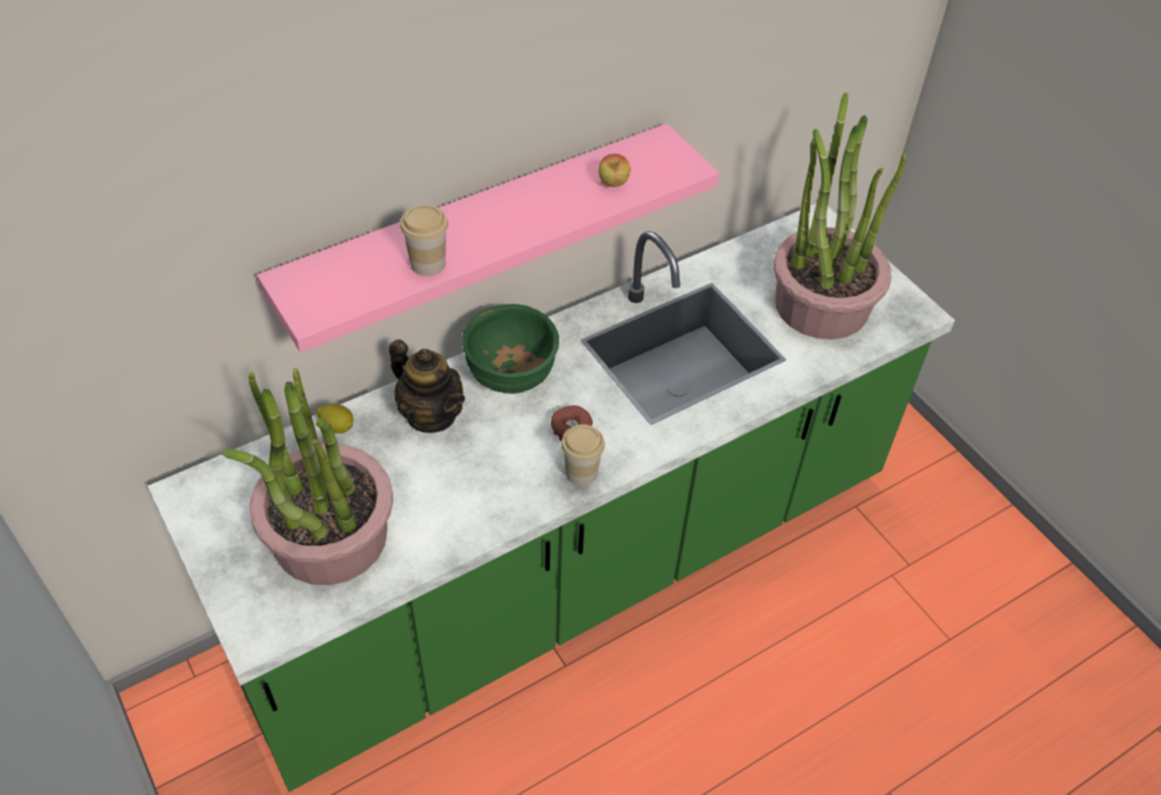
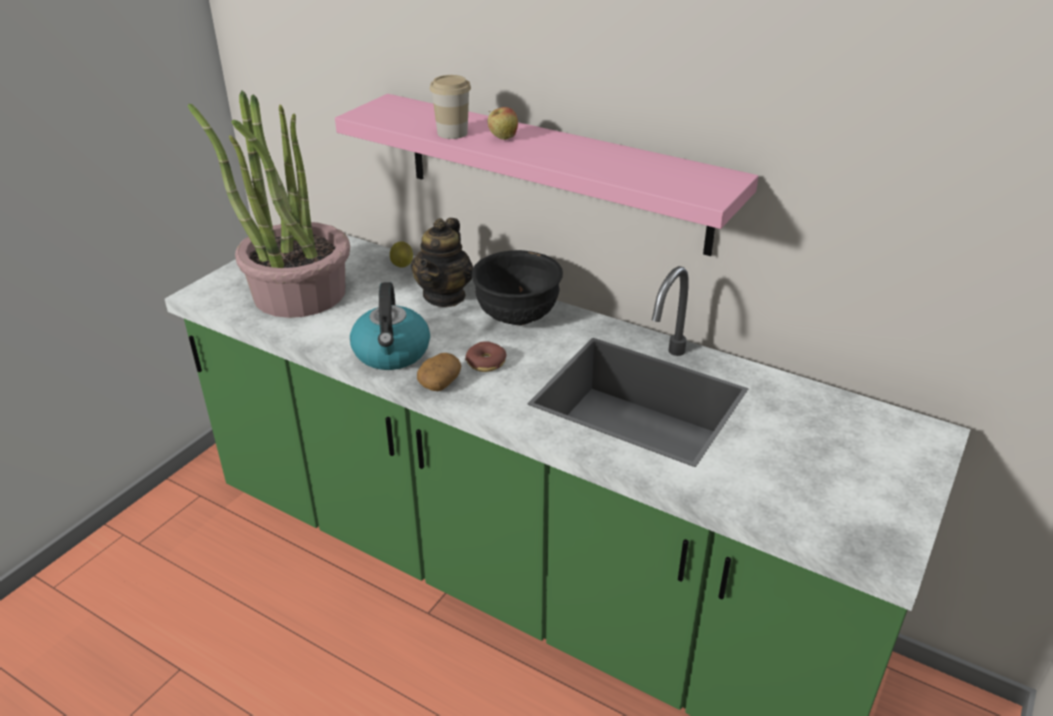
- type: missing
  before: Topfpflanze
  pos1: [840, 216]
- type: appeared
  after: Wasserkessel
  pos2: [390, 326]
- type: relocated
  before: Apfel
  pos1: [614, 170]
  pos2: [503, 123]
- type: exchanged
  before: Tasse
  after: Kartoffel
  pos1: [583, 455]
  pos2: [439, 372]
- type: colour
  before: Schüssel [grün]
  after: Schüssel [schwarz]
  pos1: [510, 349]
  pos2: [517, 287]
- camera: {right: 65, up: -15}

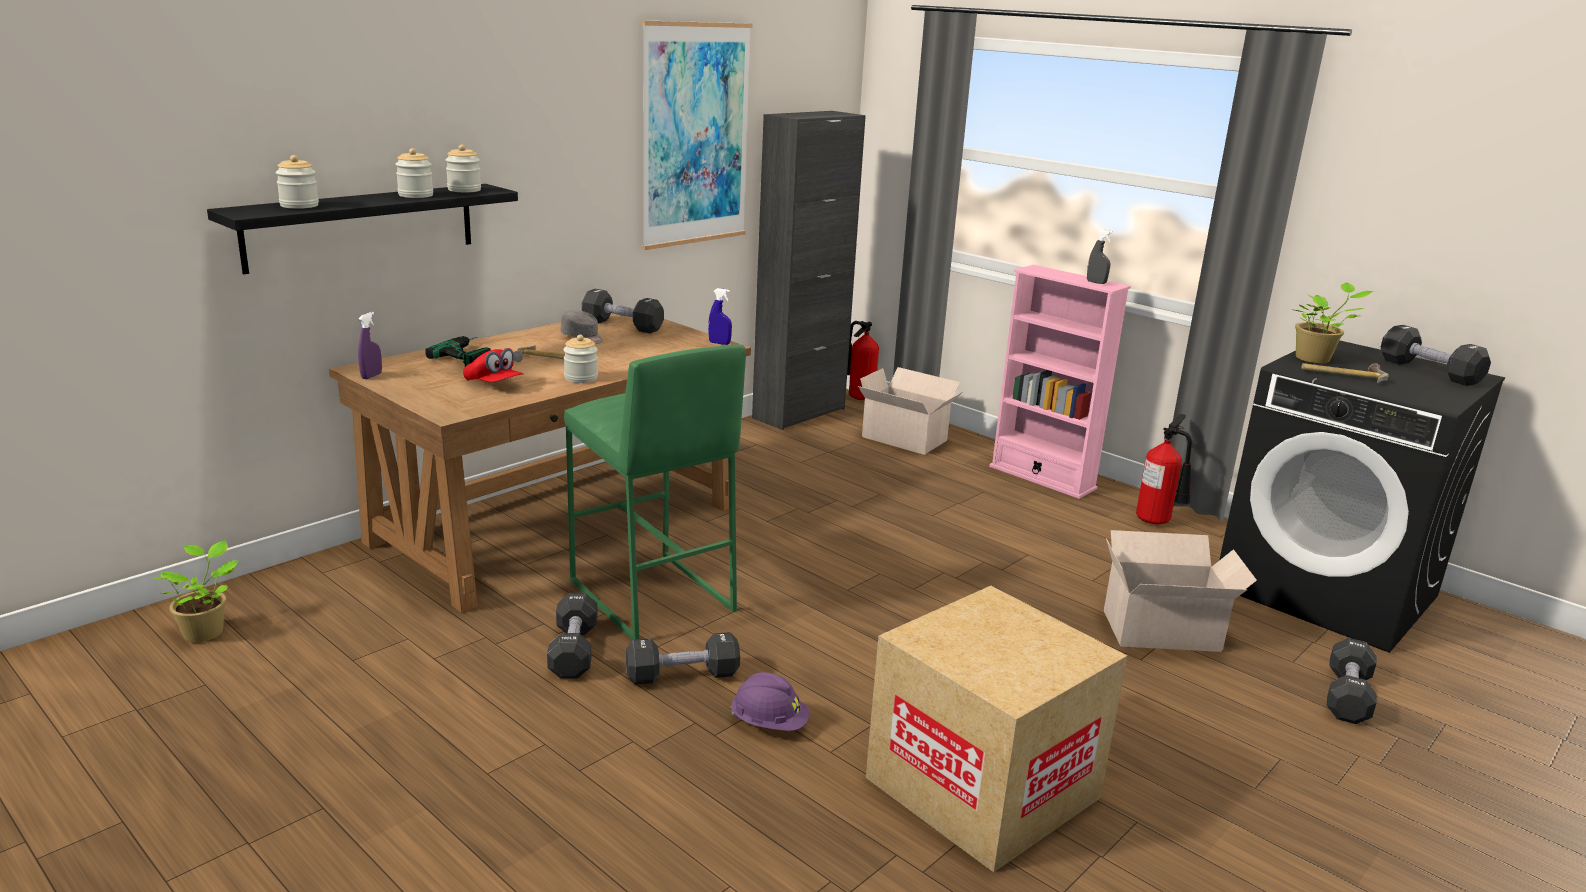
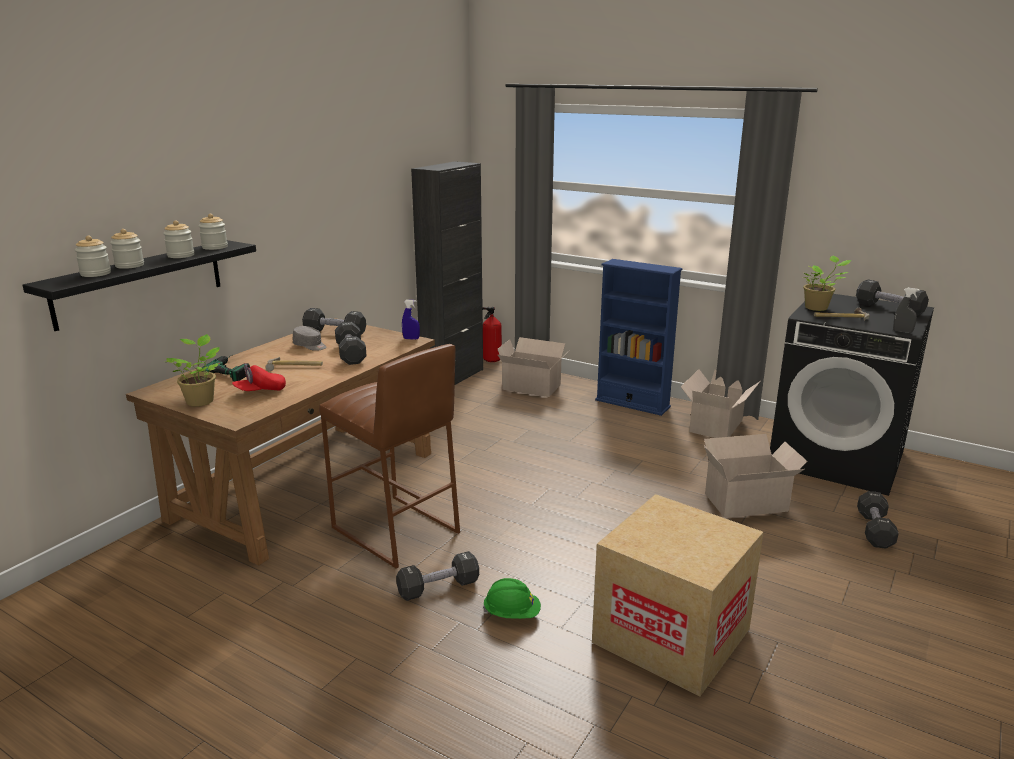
- type: missing
  before: Sprühflasche [lila]
  pos1: [370, 345]
- type: missing
  before: Bild
  pos1: [696, 135]
- type: relocated
  before: Topfpflanze
  pos1: [196, 591]
  pos2: [193, 370]
- type: relocated
  before: Hantel [schwarz]
  pos1: [572, 636]
  pos2: [350, 343]
- type: relocated
  before: Vorratsglas
  pos1: [580, 359]
  pos2: [127, 249]
- type: relocated
  before: Sprühflasche [grau]
  pos1: [1100, 256]
  pos2: [906, 310]
- type: exchanged
  before: Feuerlöscher
  after: Karton
  pos1: [1164, 469]
  pos2: [720, 403]
- type: colour
  before: Hocker [grün]
  after: Hocker [braun]
  pos1: [655, 492]
  pos2: [389, 456]
- type: colour
  before: Schutzhelm [lila]
  after: Schutzhelm [grün]
  pos1: [770, 701]
  pos2: [512, 598]
- type: colour
  before: Bücherregal [rosa]
  after: Bücherregal [blau]
  pos1: [1060, 382]
  pos2: [639, 337]
- type: spun
  before: Kappe [rot]
  pos1: [493, 365]
  pos2: [259, 377]
  turn: 120
- camera: {right: -10, up: 0}

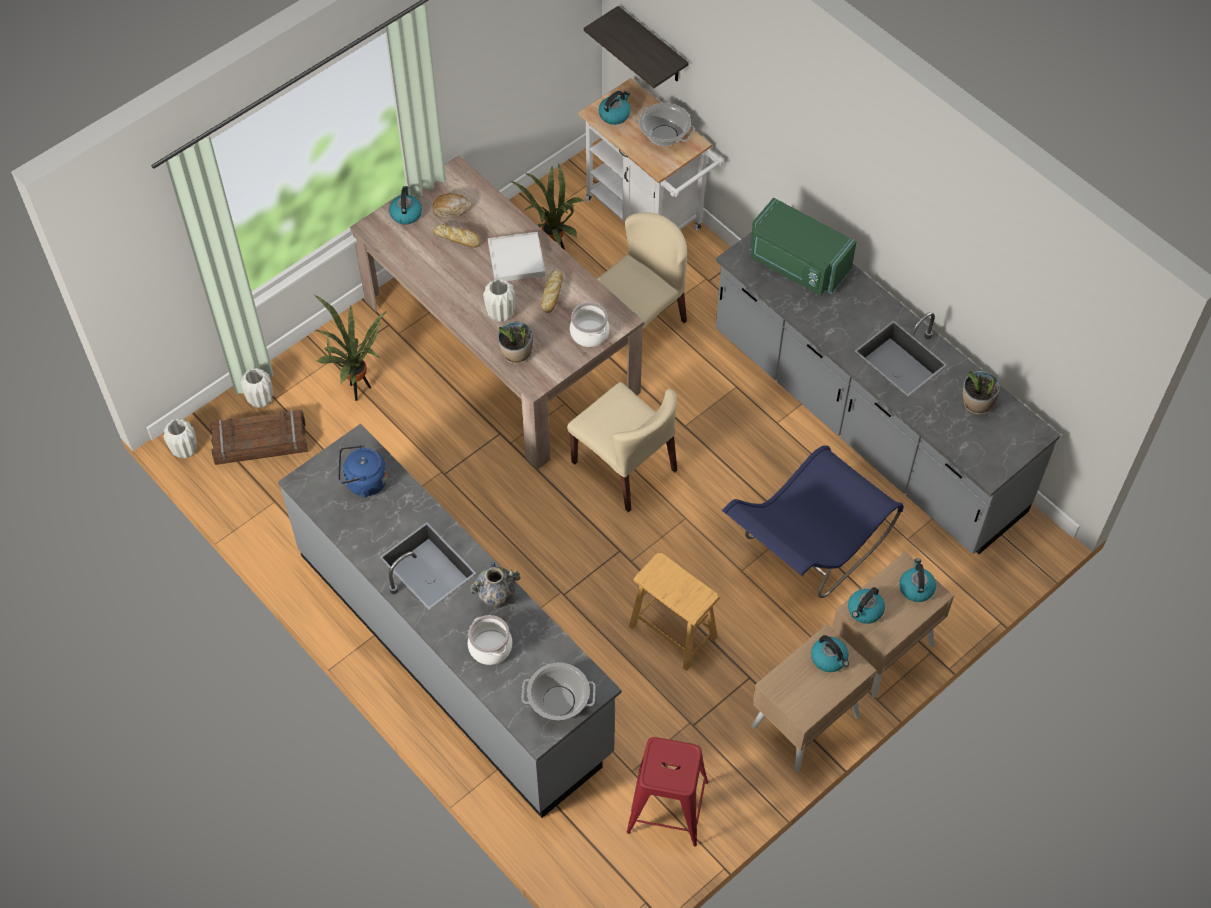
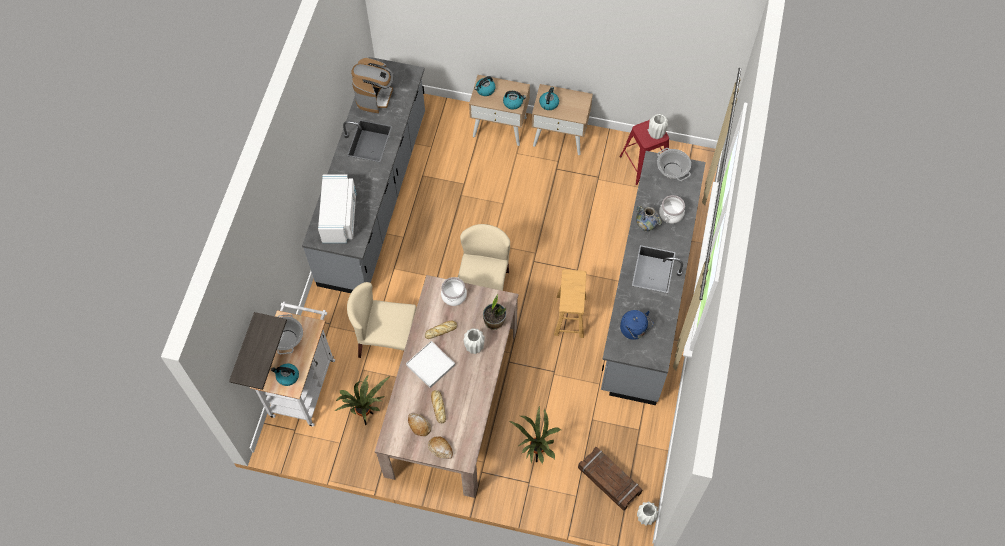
- type: missing
  before: Stuhl [blau]
  pos1: [813, 521]
- type: relocated
  before: Vase [weiß]
  pos1: [256, 388]
  pos2: [658, 126]
- type: relocated
  before: Hocker [braun]
  pos1: [674, 611]
  pos2: [570, 303]
- type: exchanged
  before: Wasserkessel
  after: Brot
  pos1: [405, 205]
  pos2: [440, 447]
- type: exchanged
  before: Topfpflanze
  after: Kaffeemaschine
  pos1: [981, 392]
  pos2: [372, 85]
- type: colour
  before: Mikrowelle [grün]
  after: Mikrowelle [weiß]
  pos1: [803, 246]
  pos2: [337, 209]
- camera: {right: -125, up: 5}

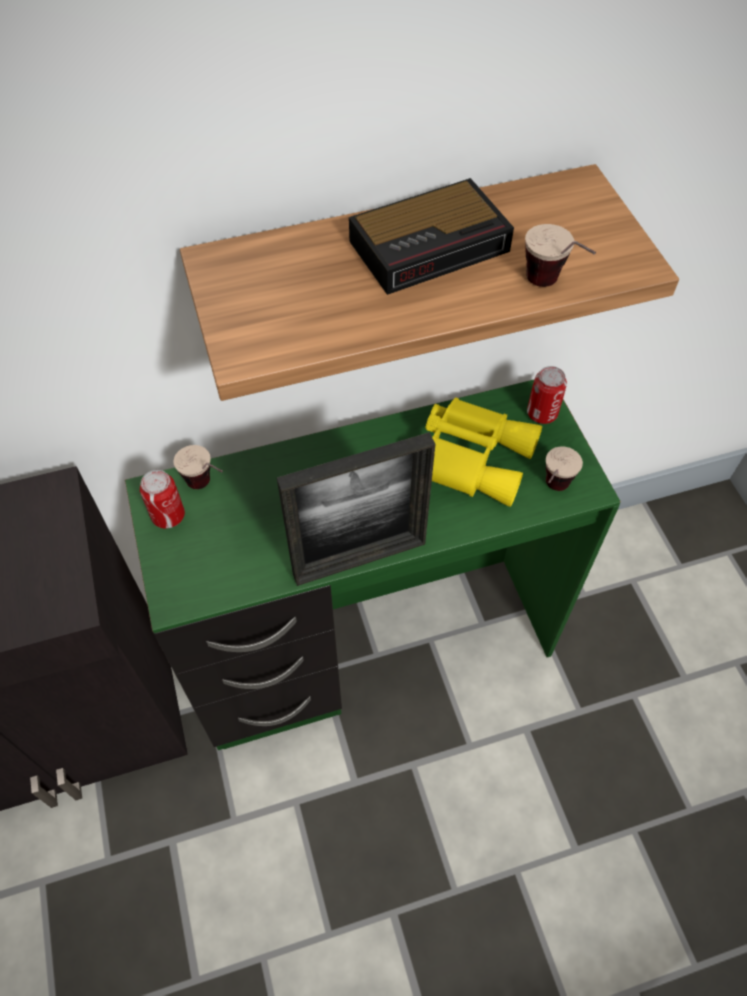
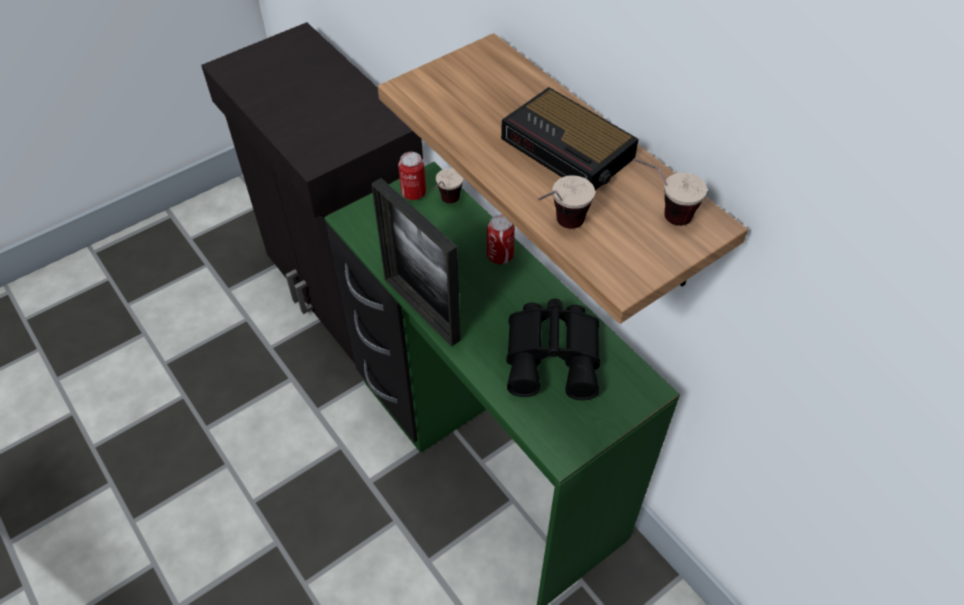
- type: relocated
  before: Dose
  pos1: [547, 395]
  pos2: [501, 239]
- type: relocated
  before: Tasse
  pos1: [564, 468]
  pos2: [670, 192]
- type: colour
  before: Fernglas [gelb]
  after: Fernglas [schwarz]
  pos1: [484, 452]
  pos2: [553, 349]
- camera: {right: 70, up: -5}

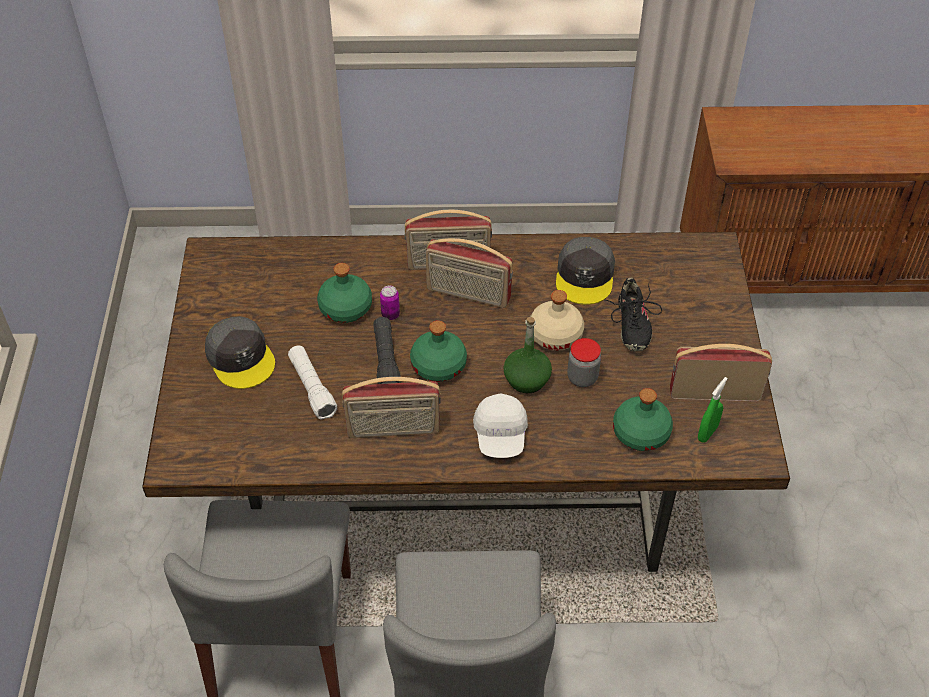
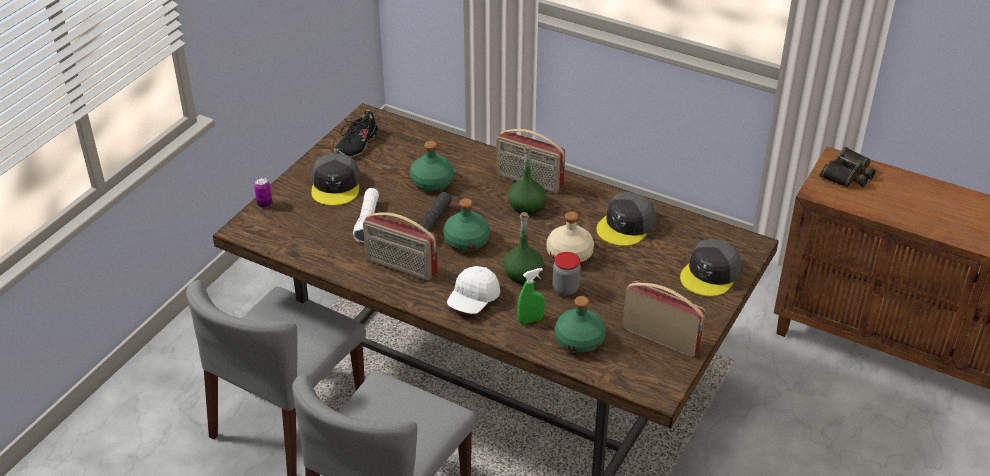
- type: appeared
  after: Kappe [grau]
  pos2: [711, 268]
- type: appeared
  after: Fernglas
  pos2: [848, 167]
- type: relocated
  before: Dose
  pos1: [390, 303]
  pos2: [263, 192]
- type: relocated
  before: Schuh [schwarz]
  pos1: [633, 314]
  pos2: [356, 133]
- type: relocated
  before: Sprühflasche [grün]
  pos1: [713, 410]
  pos2: [531, 296]
- type: exchanged
  before: Radio
  after: Flasche [grün]
  pos1: [469, 273]
  pos2: [527, 179]
- camera: {right: 30, up: -10}

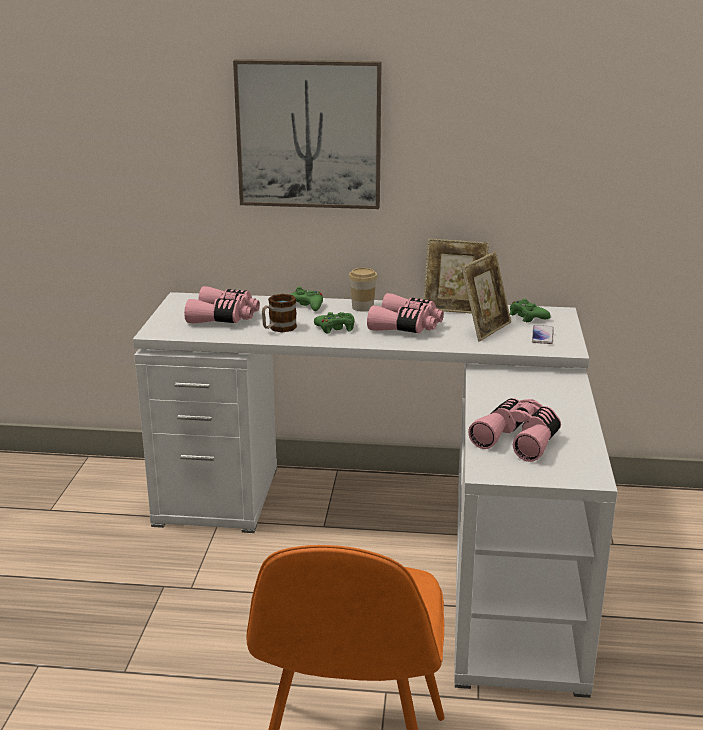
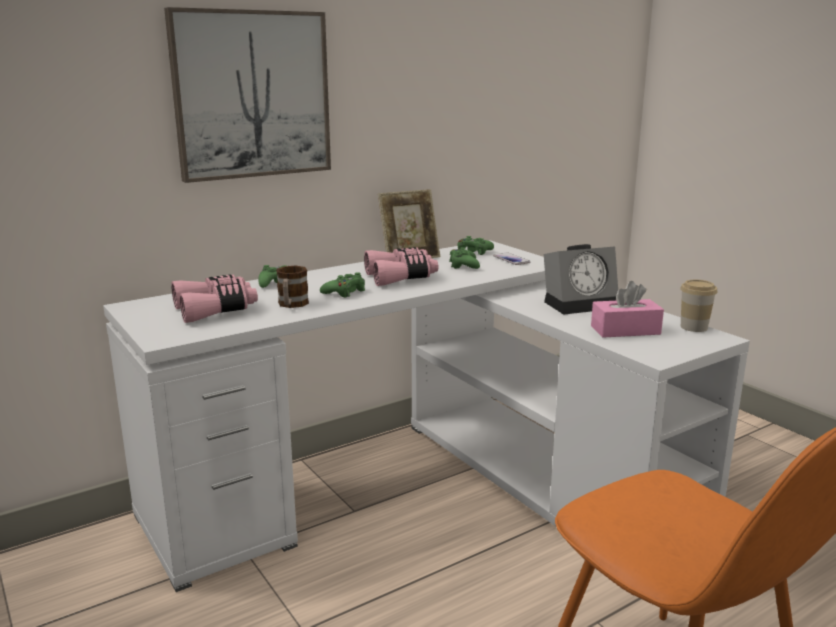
- type: appeared
  after: Wecker
  pos2: [581, 279]
- type: relocated
  before: Tasse
  pos1: [363, 290]
  pos2: [698, 306]
- type: exchanged
  before: Bilderrahmen
  after: Gamepad [grün]
  pos1: [486, 296]
  pos2: [464, 258]
- type: exchanged
  before: Fernglas [rosa]
  after: Taschentuchbox [rosa]
  pos1: [514, 430]
  pos2: [627, 309]
- camera: {right: -40, up: -5}

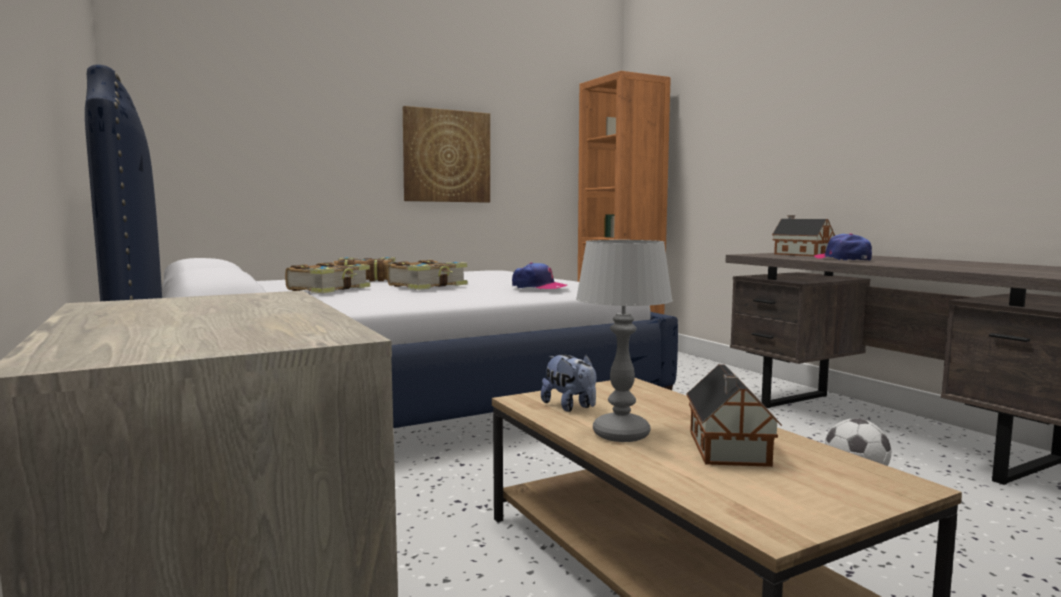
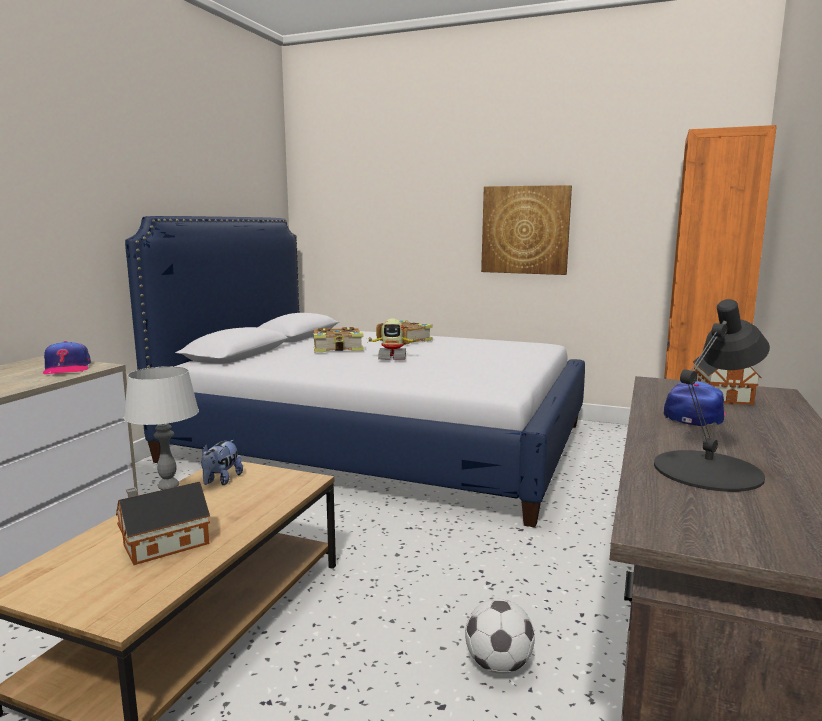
- type: appeared
  after: Tischlampe [schwarz]
  pos2: [712, 395]
- type: relocated
  before: Kappe
  pos1: [539, 276]
  pos2: [67, 357]
- type: exchanged
  before: Buch
  after: Spielzeugroboter
  pos1: [427, 275]
  pos2: [391, 339]
- camera: {right: 50, up: 5}

